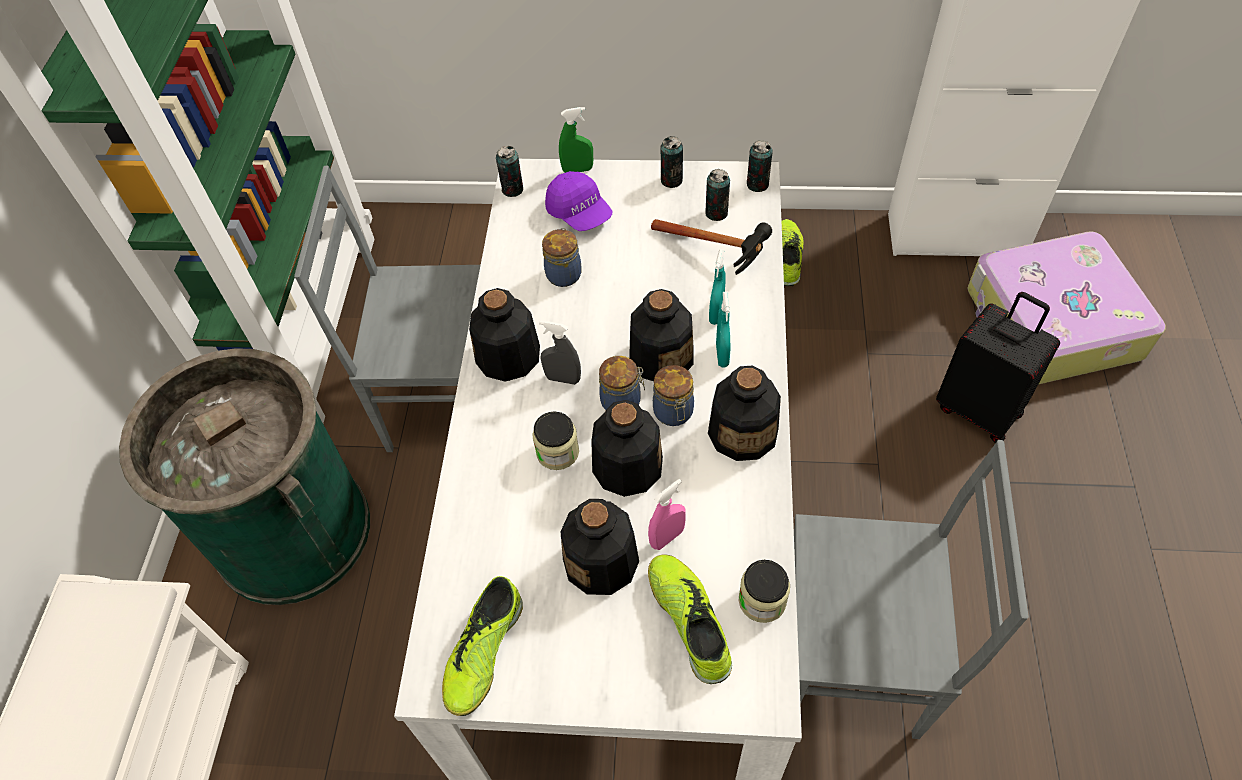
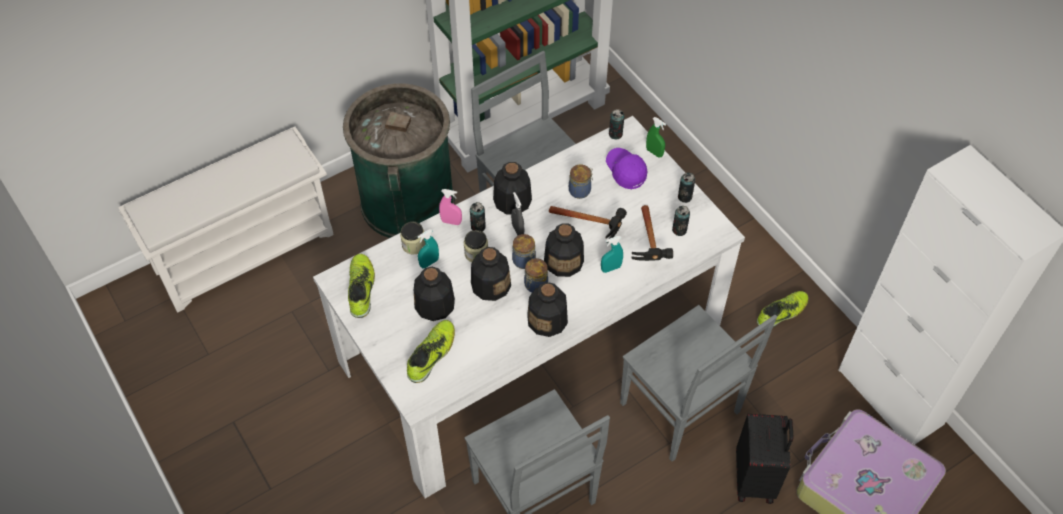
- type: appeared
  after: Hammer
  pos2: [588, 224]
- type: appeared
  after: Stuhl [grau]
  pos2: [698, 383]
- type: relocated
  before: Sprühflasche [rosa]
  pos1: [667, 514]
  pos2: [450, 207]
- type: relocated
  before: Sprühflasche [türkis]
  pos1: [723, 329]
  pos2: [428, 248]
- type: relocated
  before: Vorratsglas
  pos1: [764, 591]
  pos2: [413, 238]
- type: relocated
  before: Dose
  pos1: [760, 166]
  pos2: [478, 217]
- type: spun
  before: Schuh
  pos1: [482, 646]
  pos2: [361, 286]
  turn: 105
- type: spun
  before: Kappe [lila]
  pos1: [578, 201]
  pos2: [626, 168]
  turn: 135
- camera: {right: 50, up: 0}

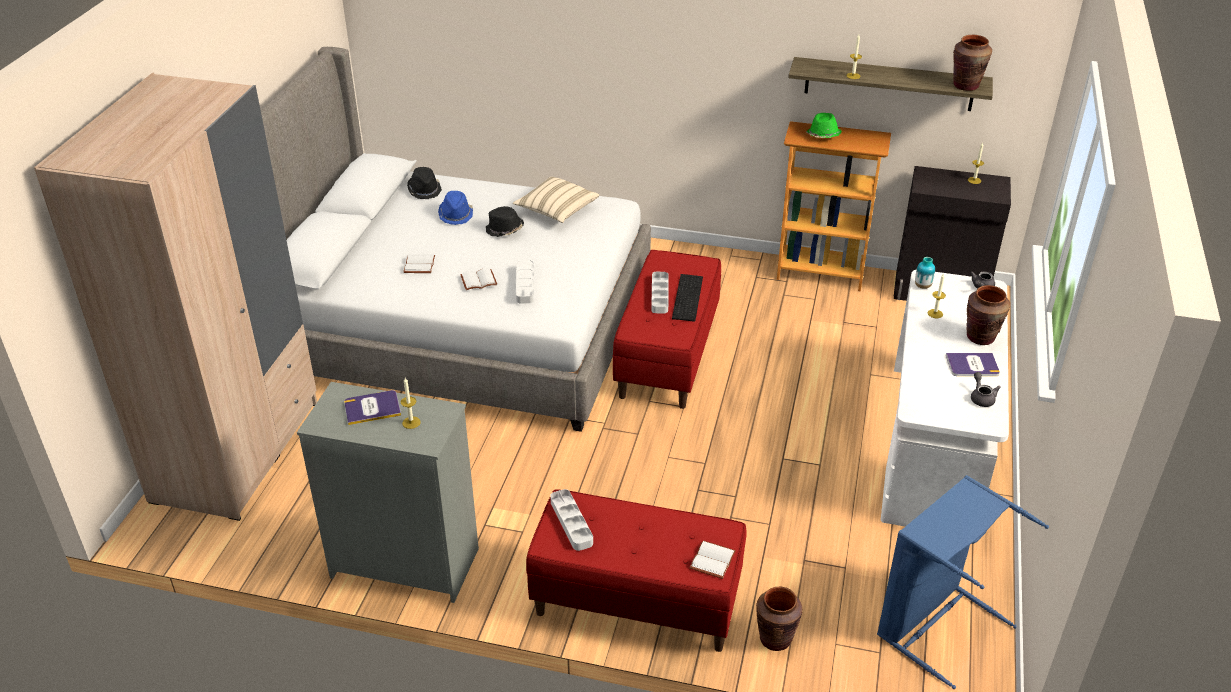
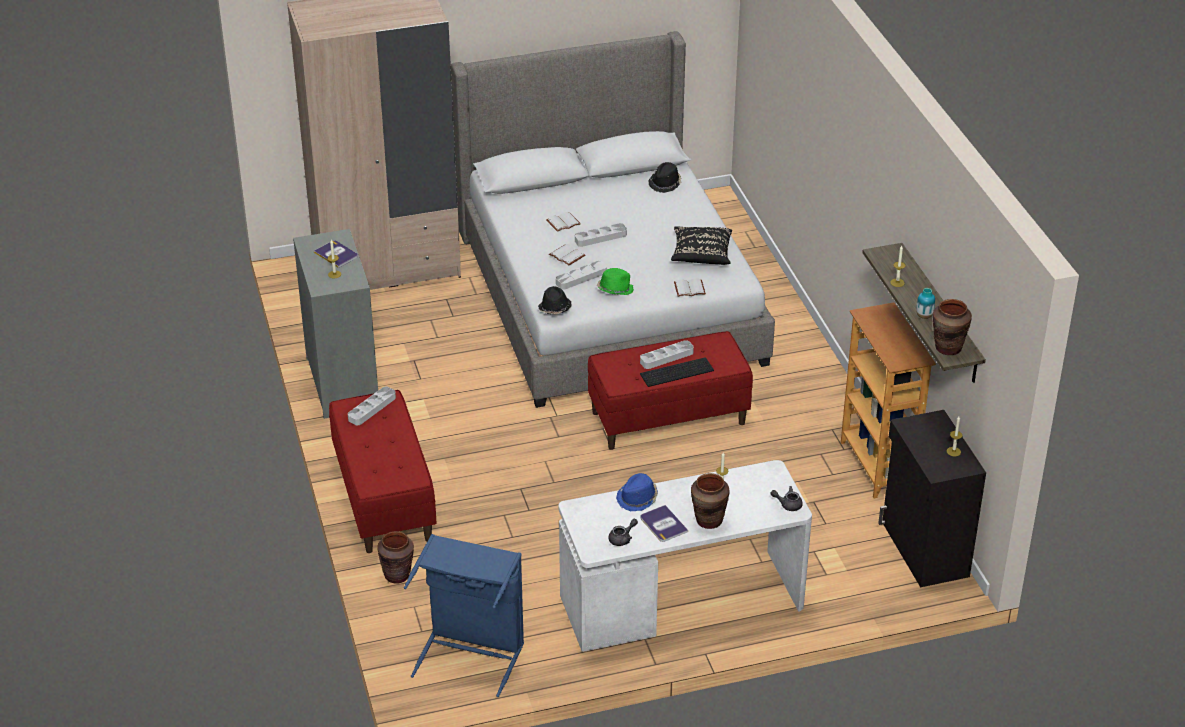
- type: appeared
  after: Tablett [grau]
  pos2: [601, 235]
- type: relocated
  before: Hut [blau]
  pos1: [455, 208]
  pos2: [637, 492]
- type: relocated
  before: Hut [schwarz]
  pos1: [505, 221]
  pos2: [555, 300]
- type: relocated
  before: Buch [weiß]
  pos1: [713, 559]
  pos2: [690, 287]
- type: relocated
  before: Hut [grün]
  pos1: [823, 125]
  pos2: [615, 281]
- type: relocated
  before: Vase
  pos1: [925, 273]
  pos2: [925, 303]
- type: colour
  before: Kissen [beige]
  after: Kissen [schwarz]
  pos1: [556, 200]
  pos2: [701, 245]
- camera: {right: 60, up: 0}

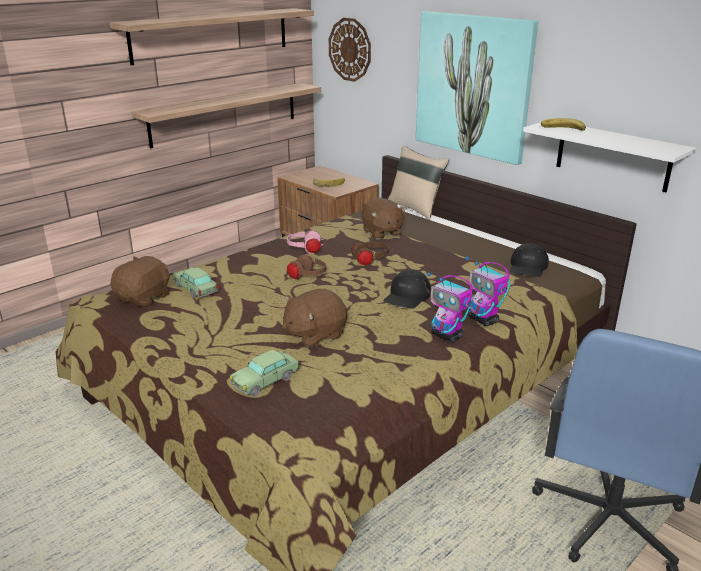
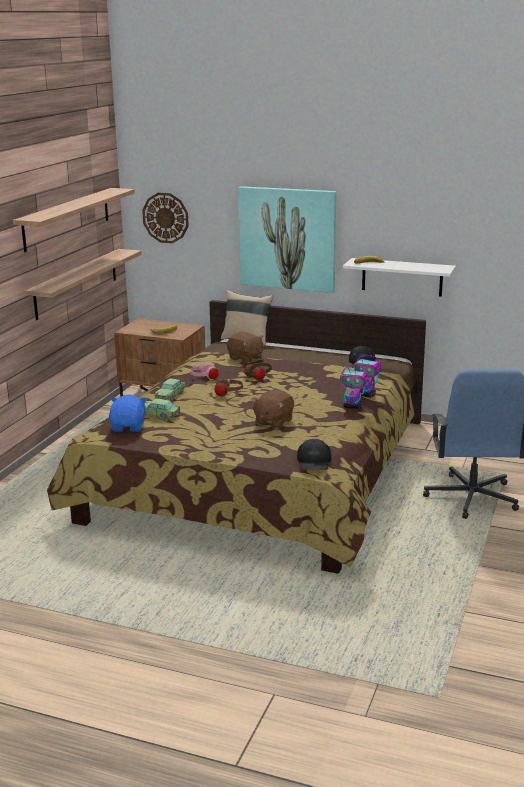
- type: relocated
  before: Spielzeugauto
  pos1: [264, 373]
  pos2: [170, 390]
- type: relocated
  before: Kappe [schwarz]
  pos1: [407, 289]
  pos2: [314, 454]
- type: colour
  before: Plüschtier [braun]
  after: Plüschtier [blau]
  pos1: [140, 281]
  pos2: [128, 413]
- camera: {right: -25, up: -5}

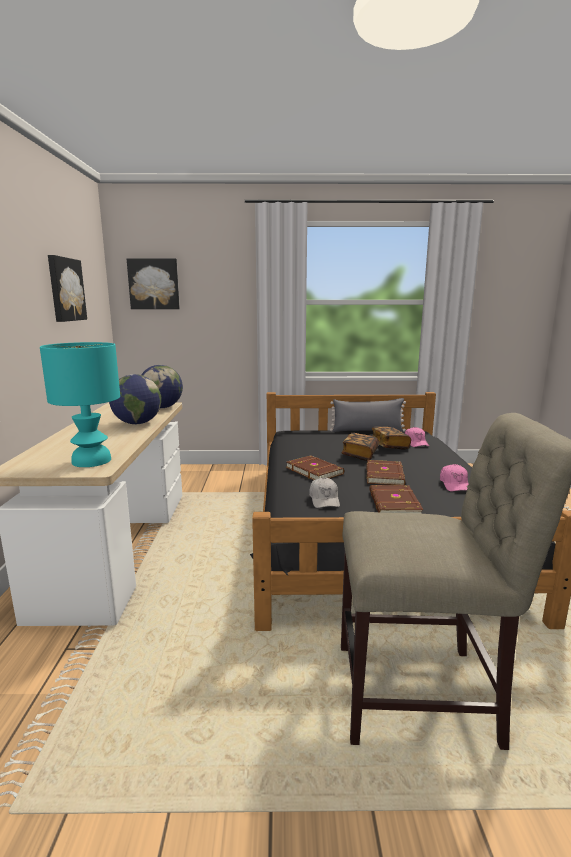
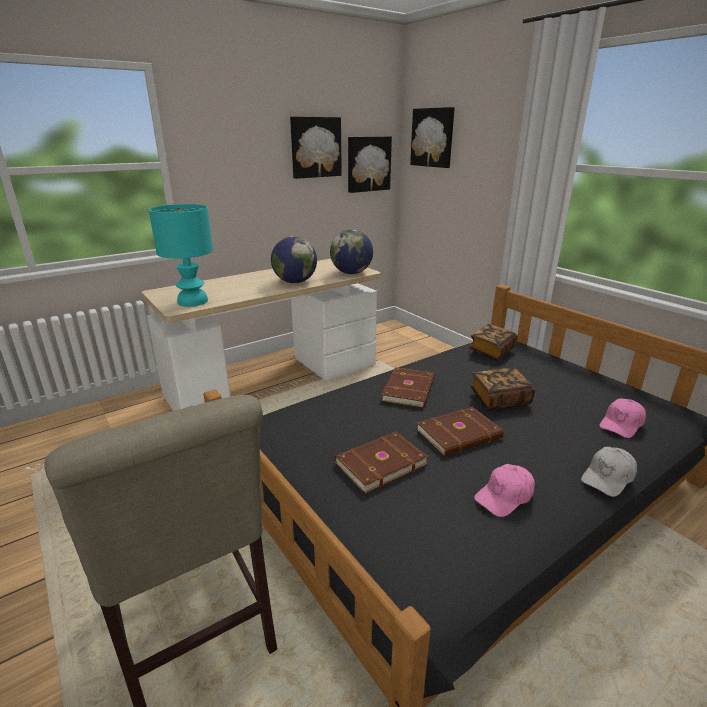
- type: missing
  before: Kissen [grau]
  pos1: [368, 415]
- type: appeared
  after: Bild
  pos2: [370, 164]
- type: relocated
  before: Kappe [weiß]
  pos1: [324, 492]
  pos2: [609, 472]
- type: relocated
  before: Buch
  pos1: [391, 438]
  pos2: [493, 342]
- camera: {right: 55, up: 10}

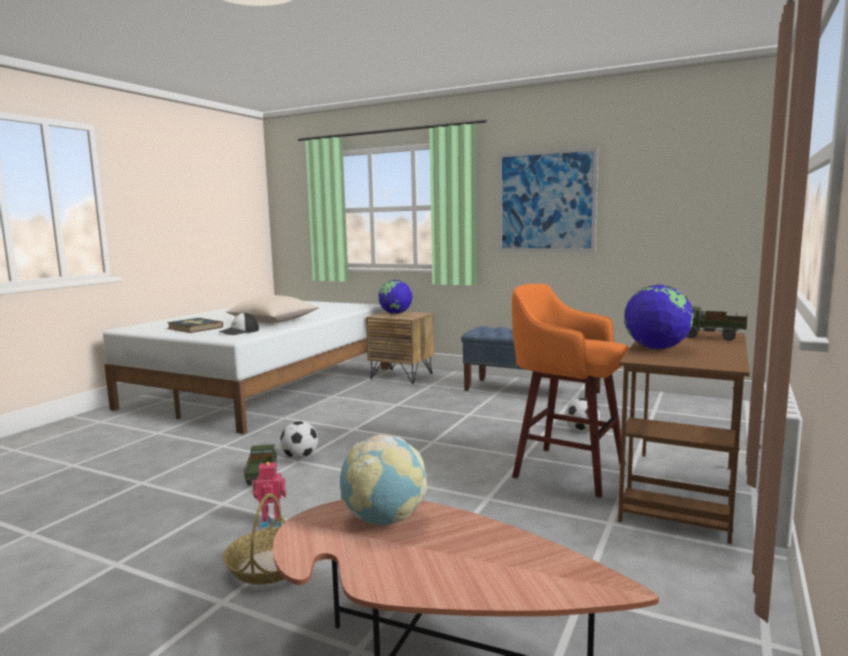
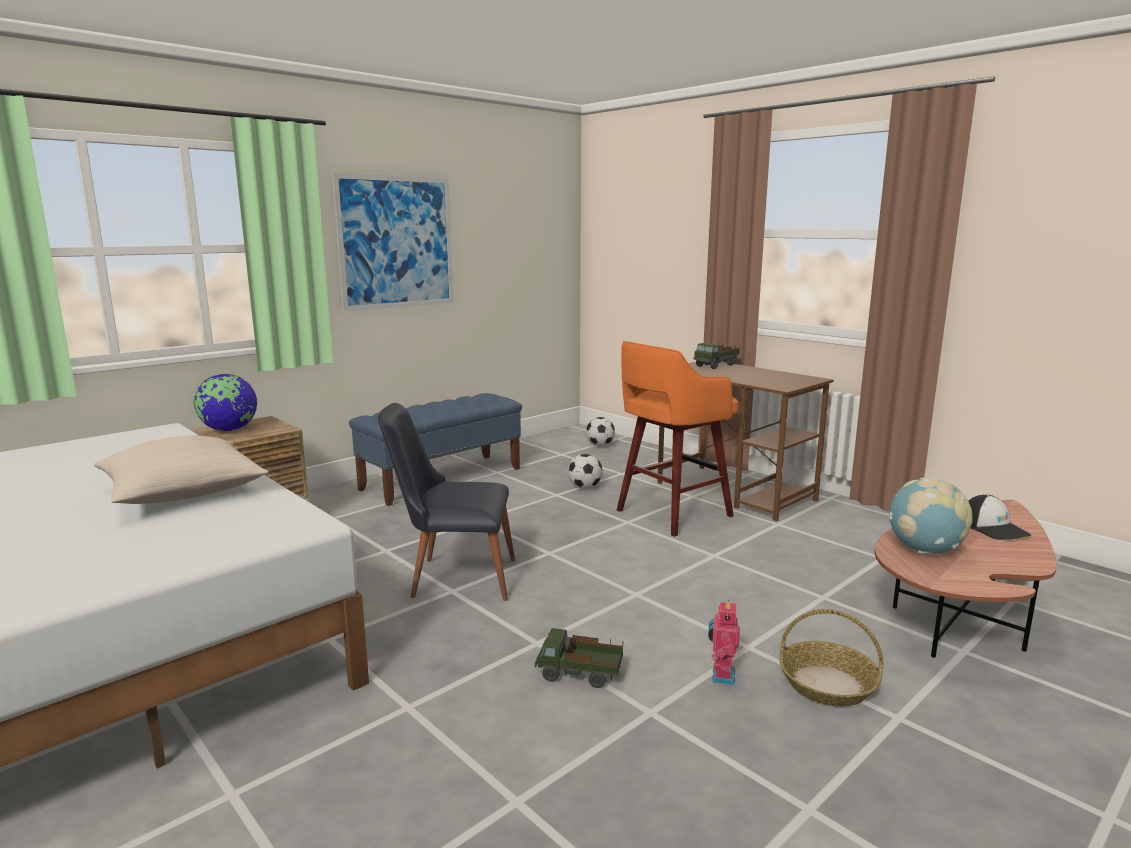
- type: missing
  before: Buch
  pos1: [195, 325]
- type: missing
  before: Globus
  pos1: [658, 316]
- type: appeared
  after: Stuhl [schwarz]
  pos2: [446, 502]
- type: relocated
  before: Kappe
  pos1: [239, 324]
  pos2: [999, 517]
- type: relocated
  before: Fußball
  pos1: [299, 440]
  pos2: [600, 431]
- camera: {right: -70, up: 5}

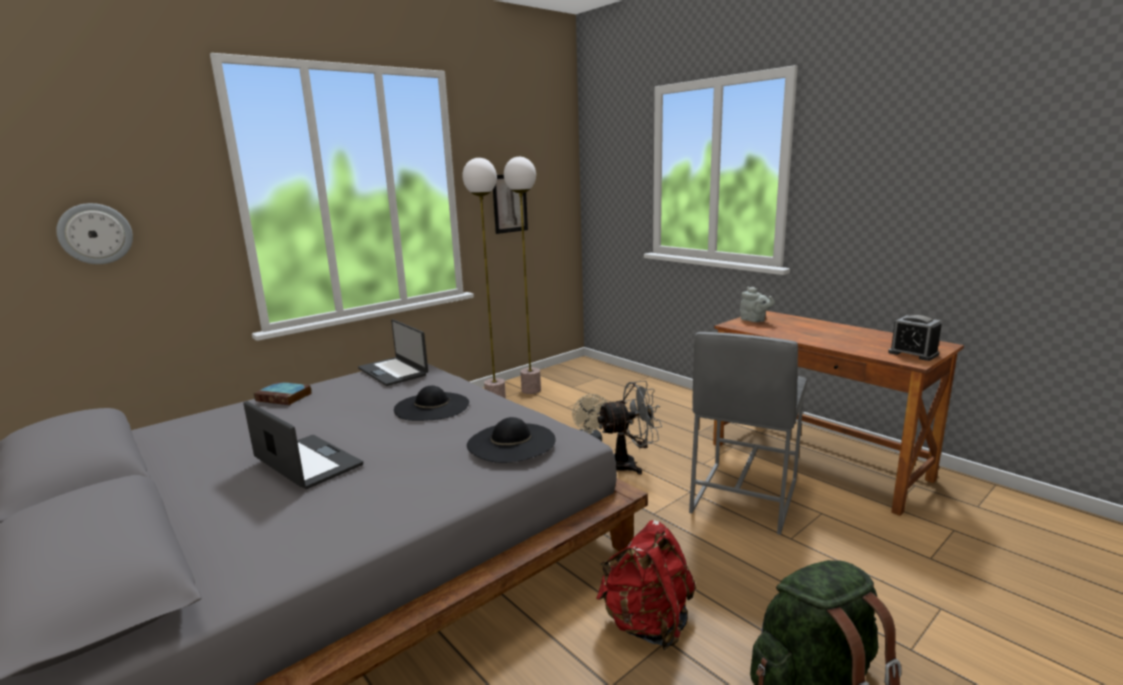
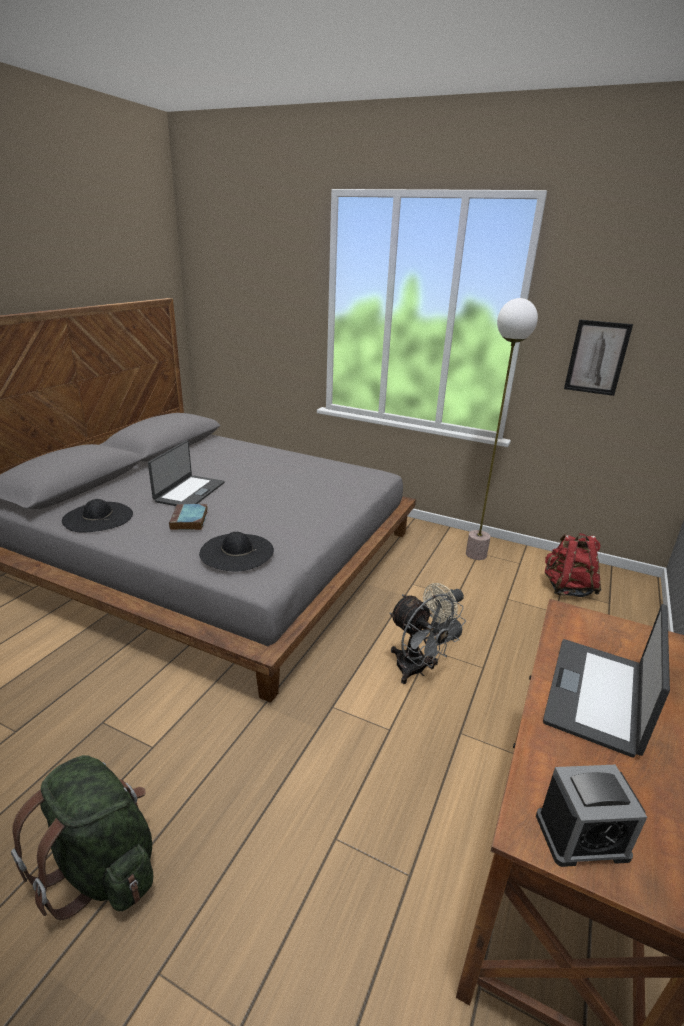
- type: missing
  before: Wanduhr
  pos1: [94, 233]
- type: missing
  before: Stehlampe
  pos1: [522, 275]
- type: missing
  before: Hocker [grau]
  pos1: [748, 433]
- type: missing
  before: Teekanne [grau]
  pos1: [757, 304]
- type: relocated
  before: Buch
  pos1: [283, 393]
  pos2: [188, 517]
- type: relocated
  before: Laptop
  pos1: [393, 352]
  pos2: [606, 681]
- type: relocated
  before: Hut [schwarz]
  pos1: [431, 403]
  pos2: [97, 515]
- type: relocated
  before: Rucksack [rot]
  pos1: [646, 585]
  pos2: [573, 565]
- type: spun
  before: Wecker
  pos1: [915, 338]
  pos2: [591, 816]
  turn: -120
- camera: {right: 65, up: 10}

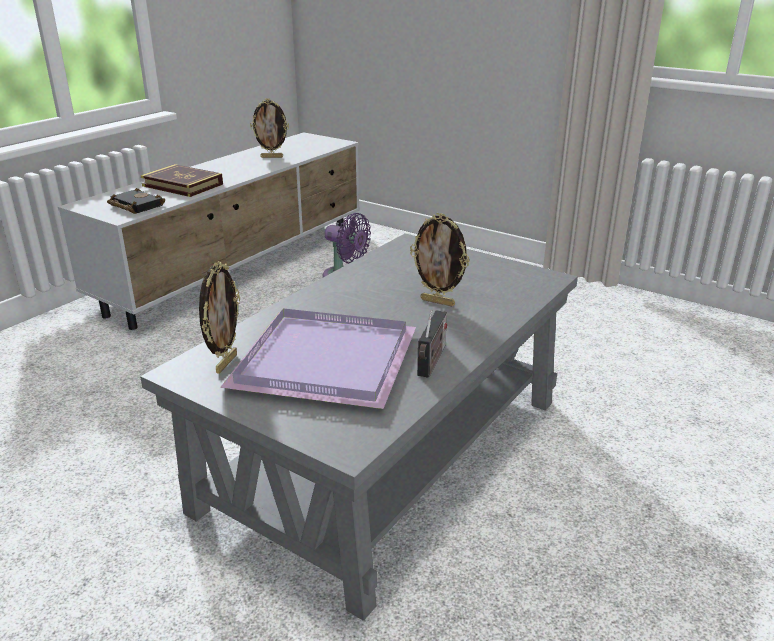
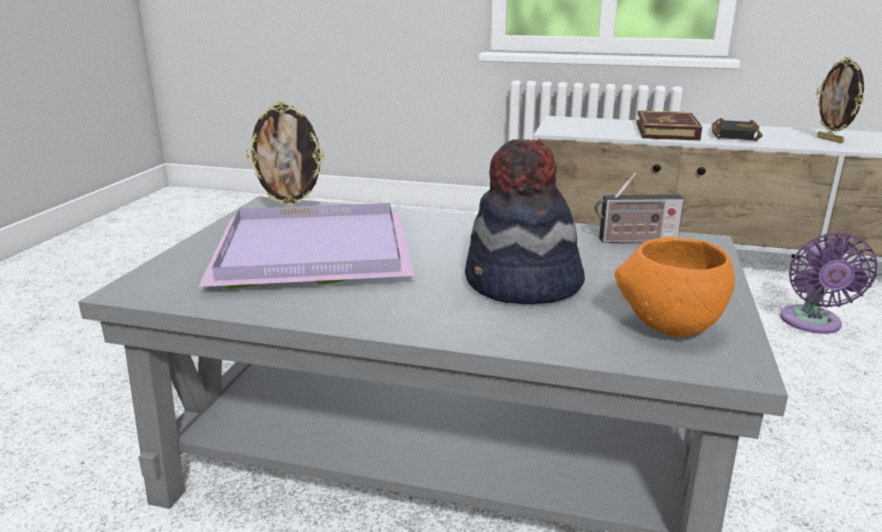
- type: appeared
  after: Schüssel [orange]
  pos2: [675, 287]
- type: relocated
  before: Buch [schwarz]
  pos1: [136, 201]
  pos2: [737, 129]
- type: relocated
  before: Radio
  pos1: [432, 344]
  pos2: [639, 208]
- type: exchanged
  before: Bilderrahmen
  after: Hut
  pos1: [439, 259]
  pos2: [525, 221]
- camera: {right: 70, up: -5}

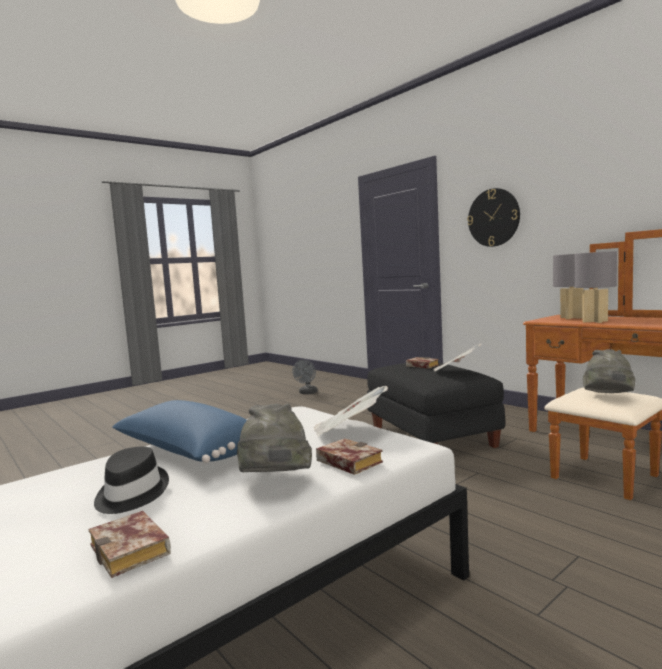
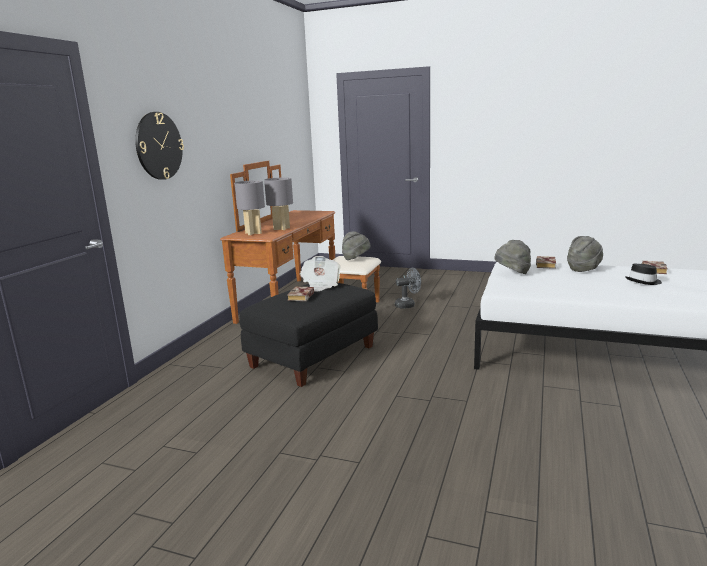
- type: missing
  before: Kissen [blau]
  pos1: [179, 431]
- type: relocated
  before: Ventilator [grau]
  pos1: [304, 377]
  pos2: [408, 288]
- type: exchanged
  before: Zeitung
  after: Hut [grau]
  pos1: [351, 411]
  pos2: [512, 257]
- camera: {right: -120, up: 10}

